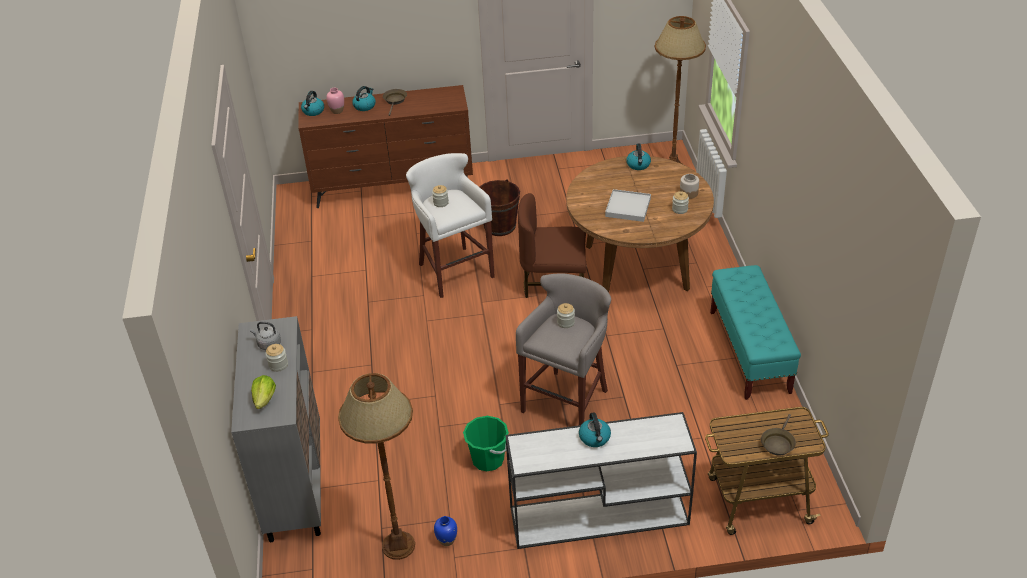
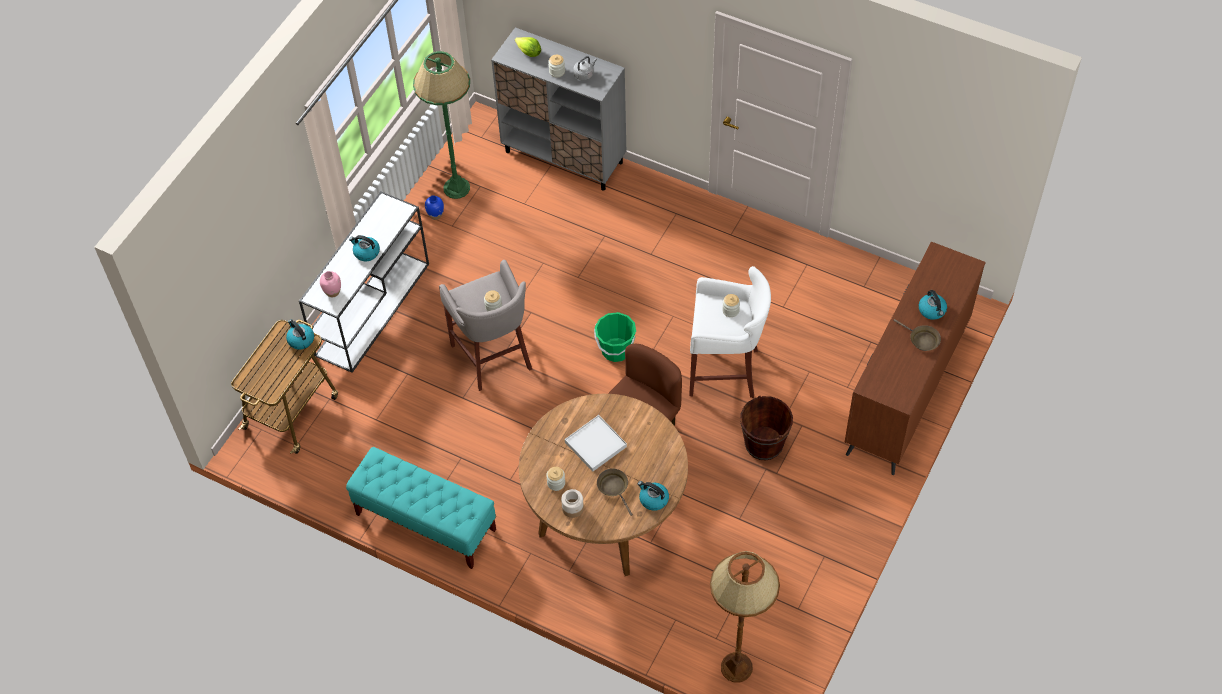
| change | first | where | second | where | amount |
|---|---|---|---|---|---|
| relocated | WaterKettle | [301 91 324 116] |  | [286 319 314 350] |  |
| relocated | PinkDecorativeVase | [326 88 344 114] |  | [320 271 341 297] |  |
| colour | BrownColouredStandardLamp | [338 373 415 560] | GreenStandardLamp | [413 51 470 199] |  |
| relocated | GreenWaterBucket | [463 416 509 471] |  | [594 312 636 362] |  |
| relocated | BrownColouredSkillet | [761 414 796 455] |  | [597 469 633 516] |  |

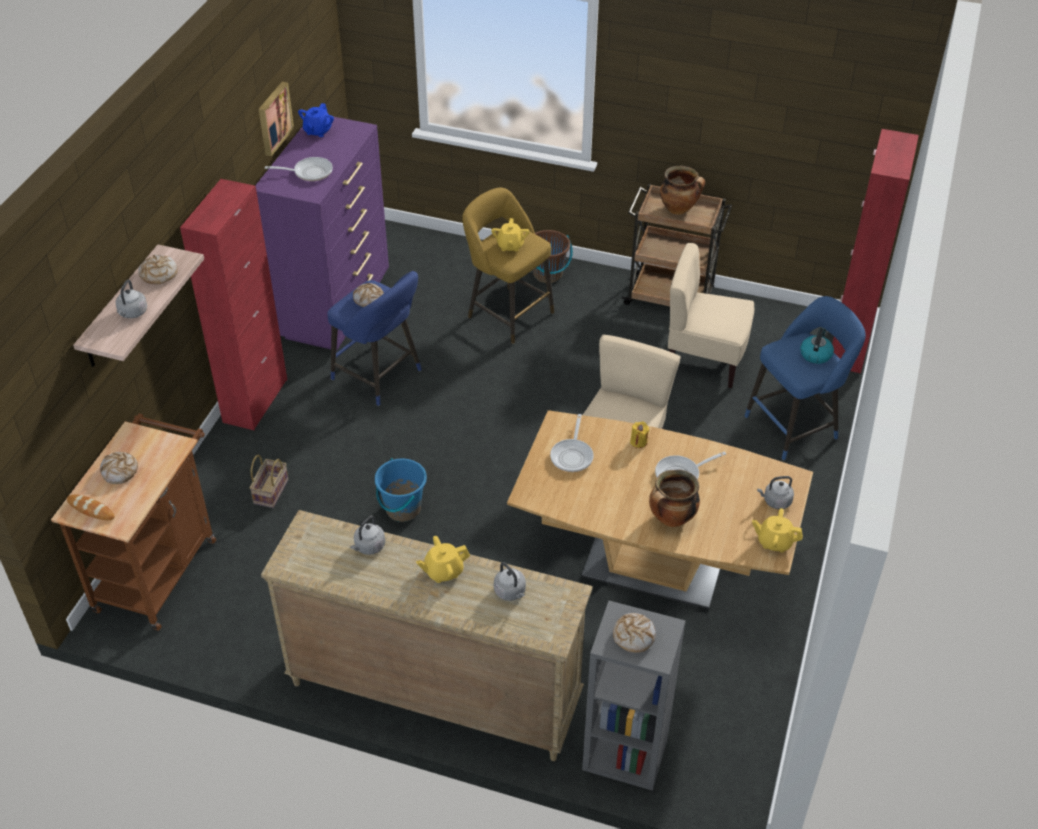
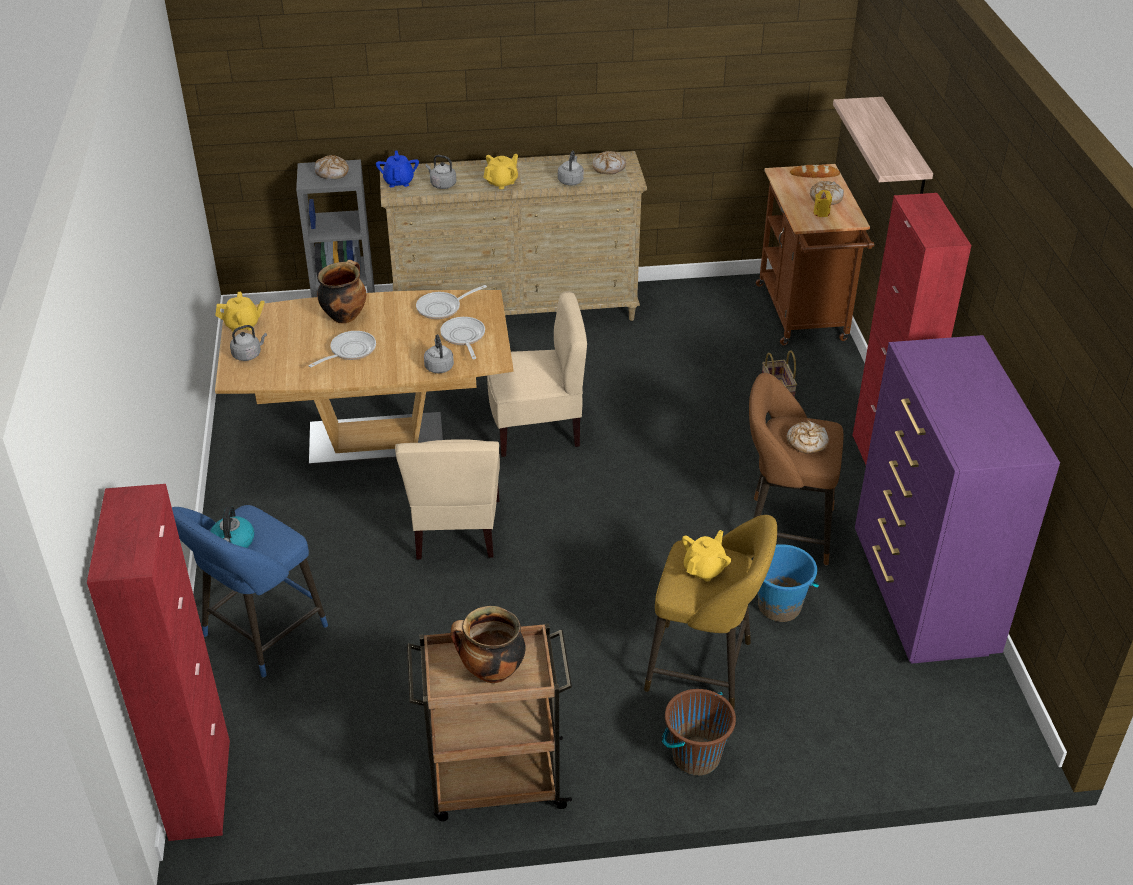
| change | first | where | second | where | amount |
|---|---|---|---|---|---|
| relocated | BlueTeaPot | [298 103 334 137] |  | [376 151 419 187] |  |
| relocated | Skillet | [265 157 333 181] |  | [416 285 487 319] |  |
| relocated | GreyWaterKettle | [116 280 147 318] |  | [424 334 454 373] |  |
| relocated | BeigeColouredChair | [668 243 754 388] |  | [487 291 587 457] |  |
| relocated | BakeryBread | [138 255 178 284] |  | [592 151 626 174] |  |
| spun | YellowColouredTeaPot | [491 218 530 252] |  | [682 530 731 582] | 60 degrees clockwise |
| colour | BlueStoolSeat | [327 271 422 406] | BrownColouredStoolSeat | [749 373 844 566] |  |
| relocated | BlueWaterBucket | [375 458 427 522] |  | [758 544 819 622] |  |
| relocated | YellowColouredCandle | [630 422 649 448] |  | [813 190 832 217] |  |
| missing | Picture | [259 82 294 156] |  |  |  |

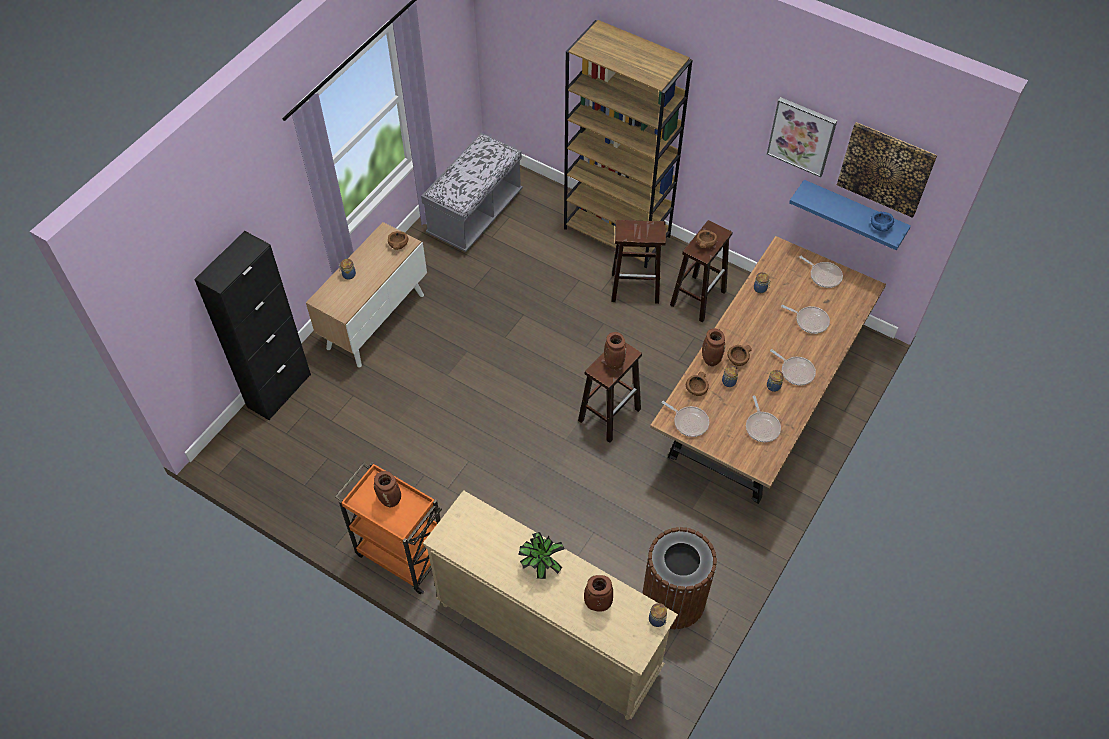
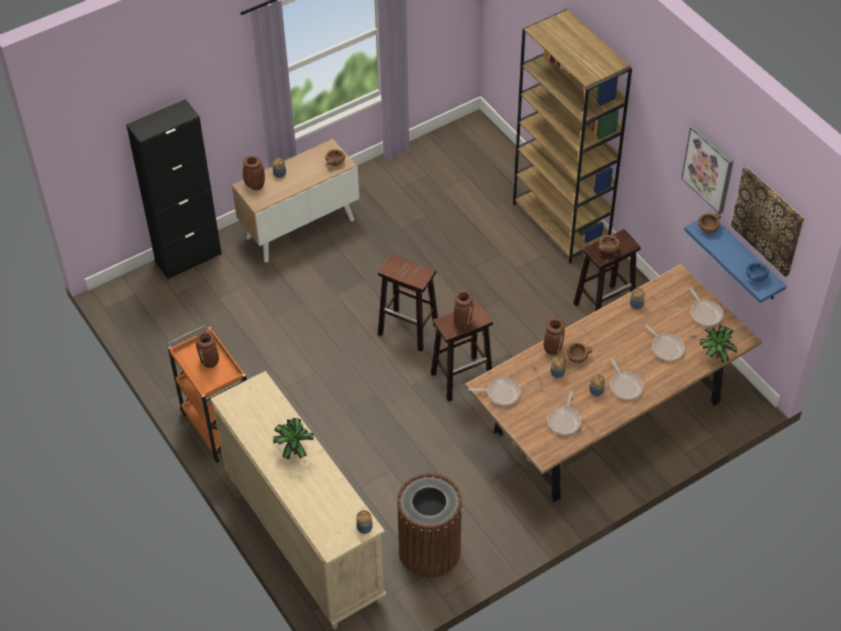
| change | first | where | second | where | amount |
|---|---|---|---|---|---|
| relocated | BrownColouredDecorativeVase | [584 575 613 612] |  | [243 156 265 190] |  |
| relocated | BrownColouredStoolSeat | [611 220 666 304] |  | [378 253 438 352] |  |
| spun | Skillet | [662 401 709 437] |  | [468 377 521 405] | 60 degrees counterclockwise |
| relocated | BrownColouredServingBowl | [686 372 709 396] |  | [698 213 721 233] |  |
| appeared |  |  | PlantInAPot | [700 325 737 363] |  |
| missing | GreyLongSeat | [421 133 523 252] |  |  |  |

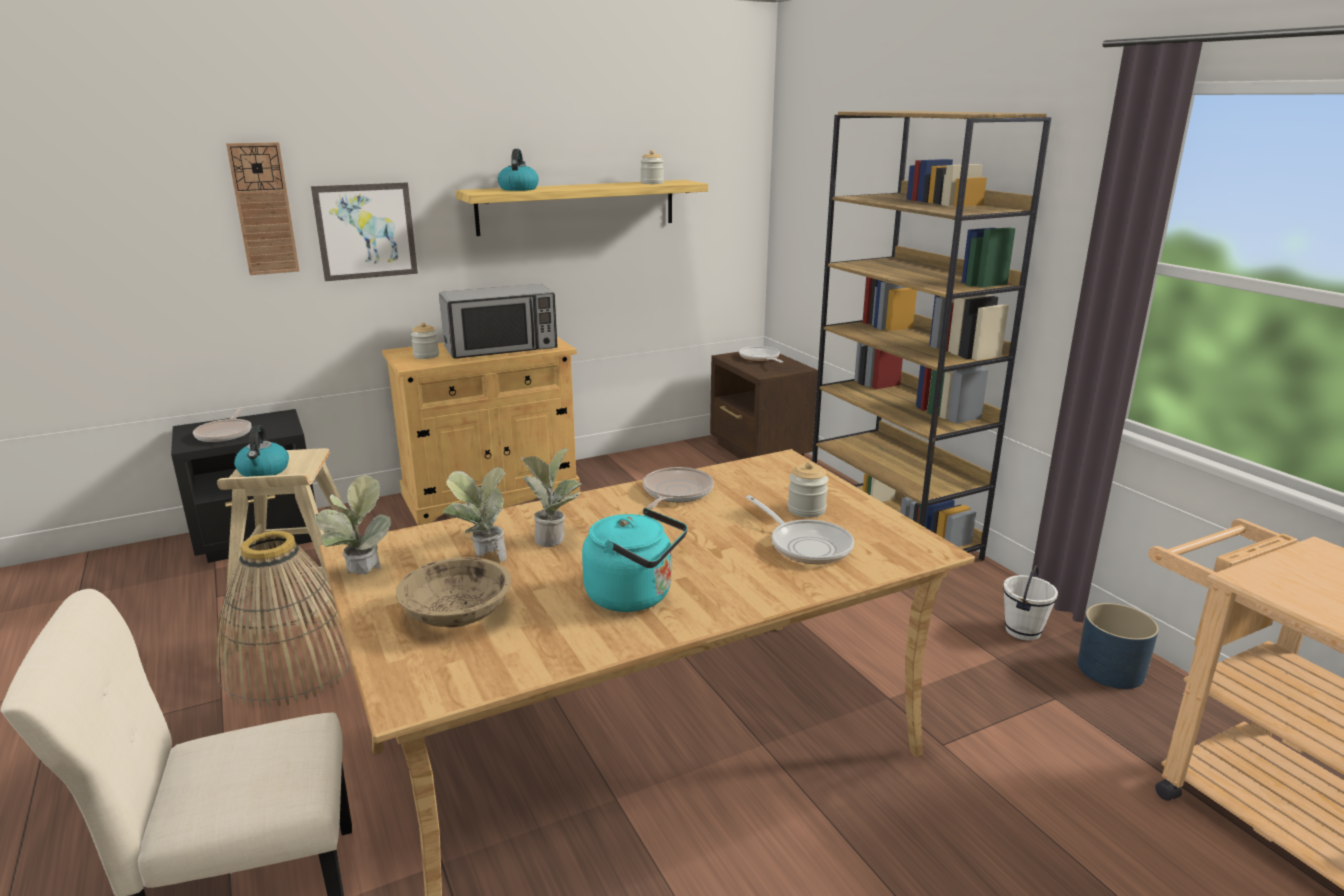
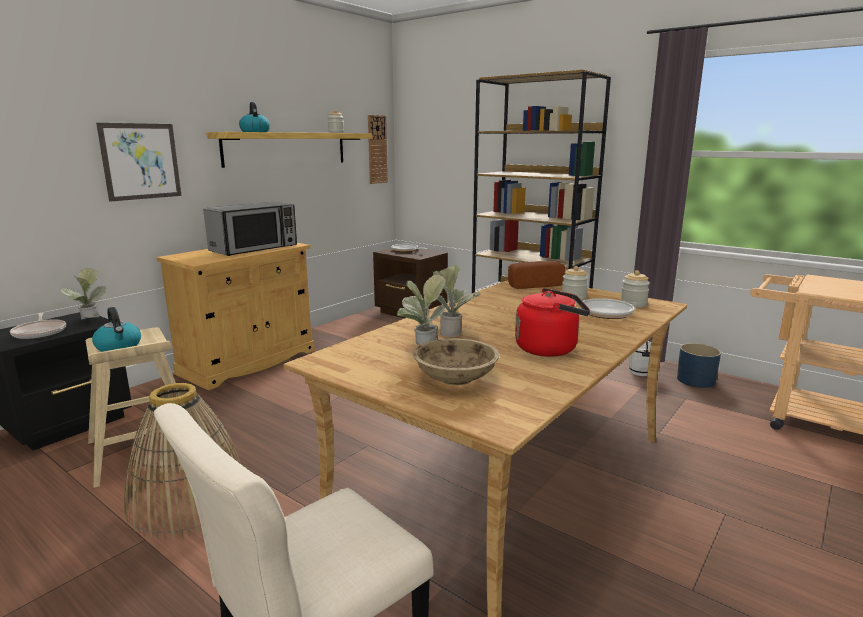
| change | first | where | second | where | amount |
|---|---|---|---|---|---|
| relocated | PlantInAPot | [315 475 391 574] |  | [60 268 106 320] |  |
| relocated | WallClock | [226 142 300 275] |  | [368 115 388 184] |  |
| appeared |  |  | BakeryBread | [508 261 565 289] |  |
| colour | TurquoiseWaterKettle | [582 508 688 612] | RedWaterKettle | [515 288 590 357] |  |
| relocated | Jar | [411 322 439 359] |  | [621 271 650 308] |  |
| missing | Skillet | [643 467 714 509] |  |  |  |

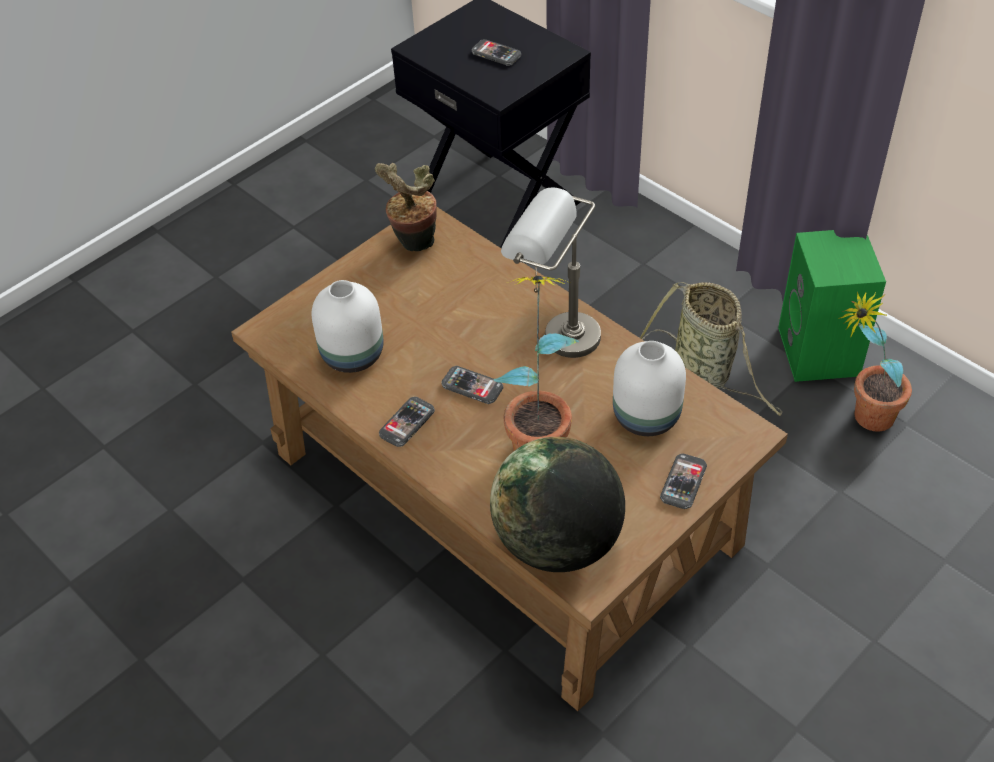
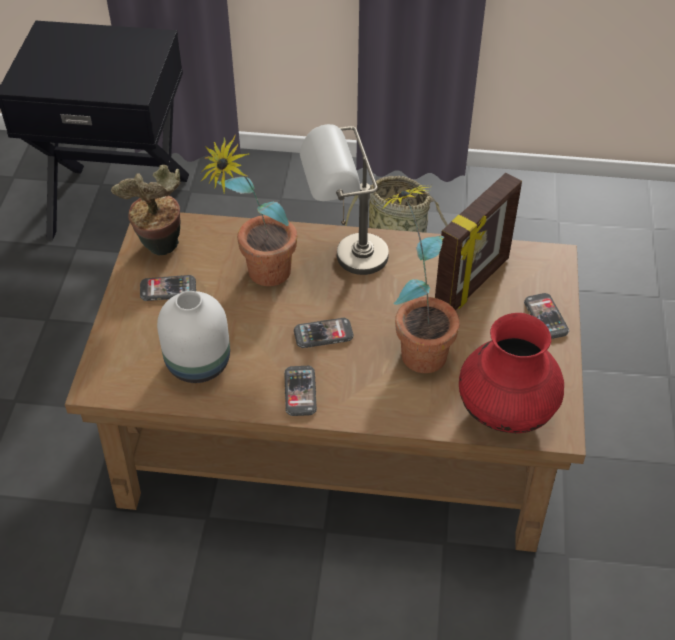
| change | first | where | second | where | amount |
|---|---|---|---|---|---|
| relocated | Handset | [472 39 521 66] |  | [140 275 196 301] |  |
| relocated | PlantInAPot | [838 292 912 432] |  | [200 135 297 286] |  |
| exchanged | WhiteDecorativeVase | [613 341 686 436] | StandingFrame | [435 173 522 310] |  |
| exchanged | DeskGlobe | [490 437 625 572] | RedDecorativeVase | [459 313 564 433] |  |
| missing | GreenSpeaker | [778 230 886 382] |  |  |  |

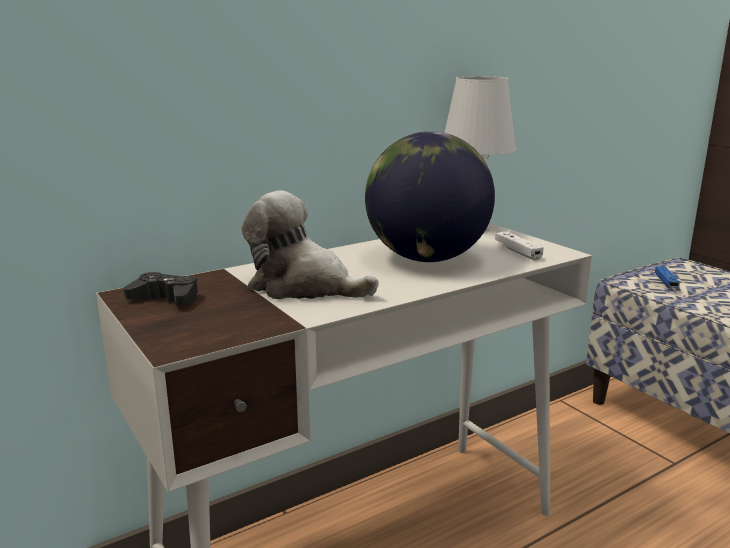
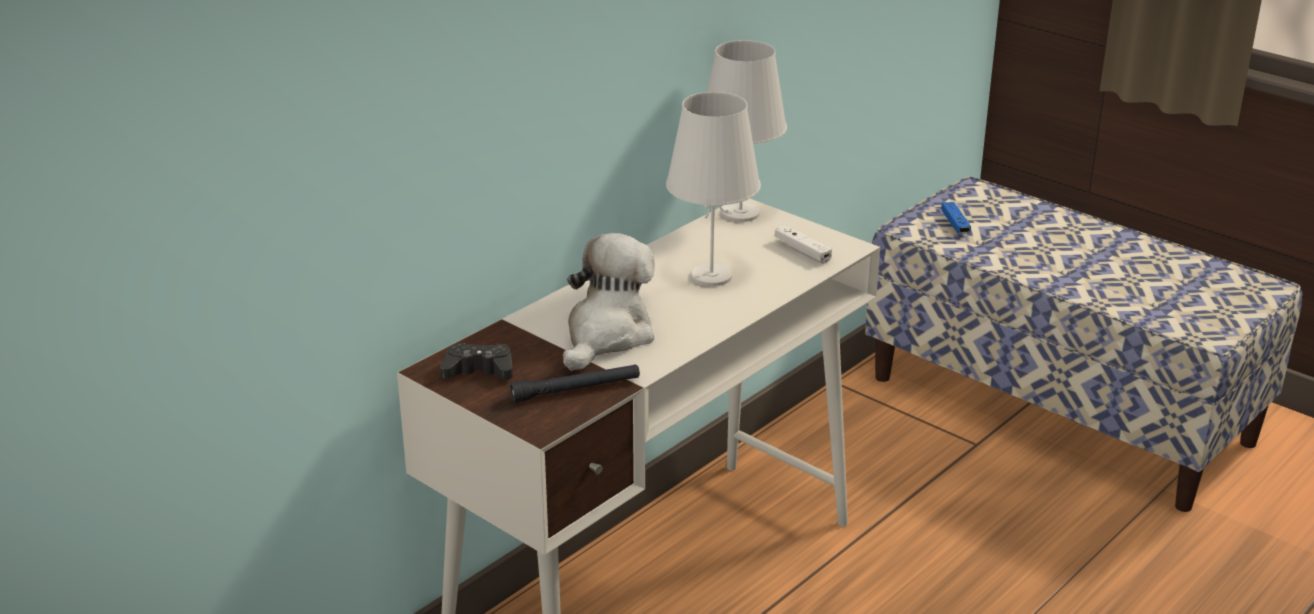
| change | first | where | second | where | amount |
|---|---|---|---|---|---|
| appeared |  |  | BlackishHandTorch | [510 364 640 402] |  |
| spun | PlushToy | [242 190 379 299] |  | [563 233 655 371] | 105 degrees clockwise |
| exchanged | DeskGlobe | [365 131 495 262] | WhiteLampForATable | [666 92 761 286] |  |

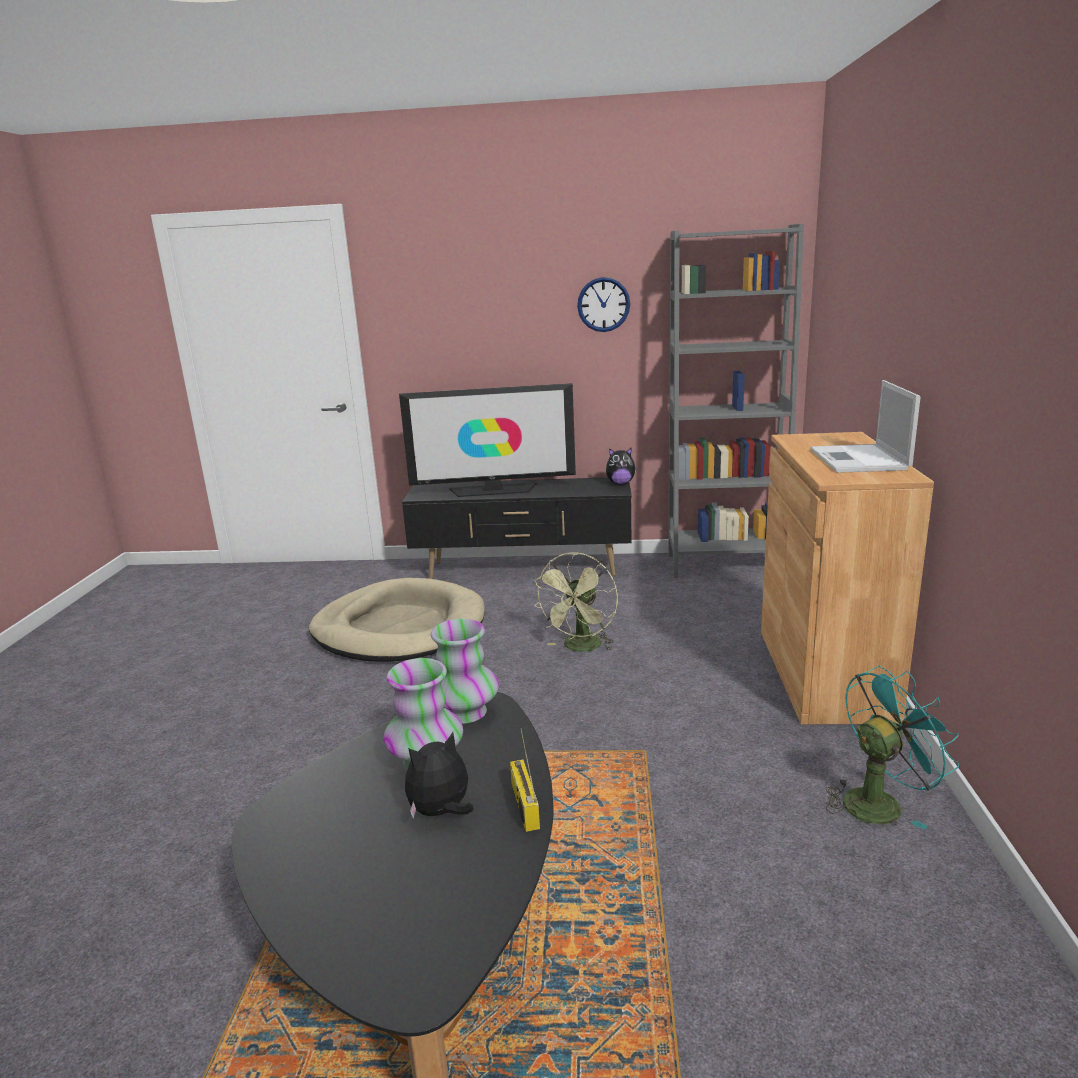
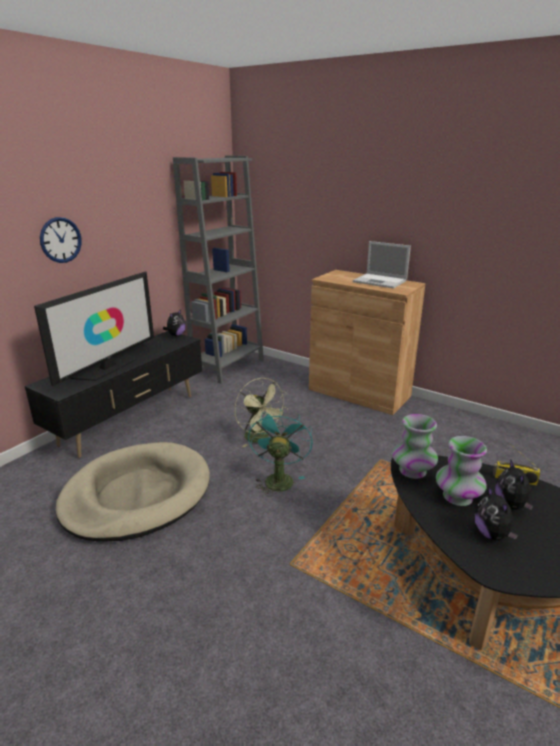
| change | first | where | second | where | amount |
|---|---|---|---|---|---|
| relocated | WallClock | [577 277 630 332] |  | [40 217 82 263] |  |
| relocated | TurquoiseFan | [826 666 959 830] |  | [248 409 313 497] |  |
| appeared |  |  | PlushToy | [475 486 518 540] |  |

